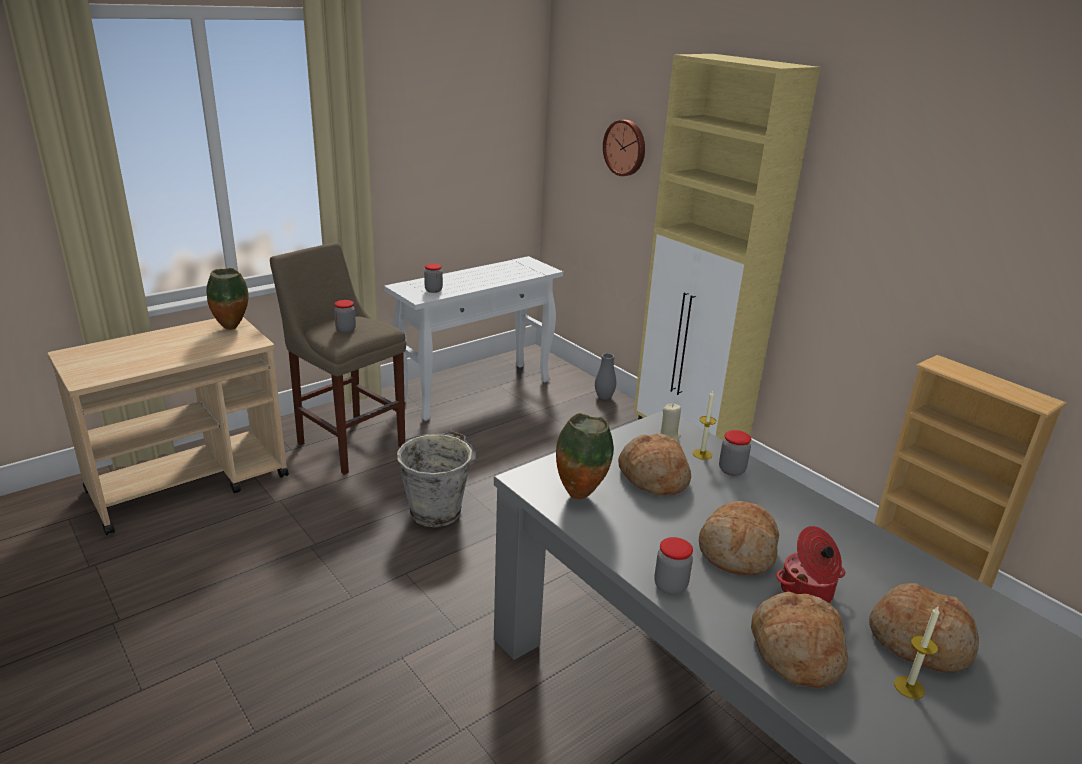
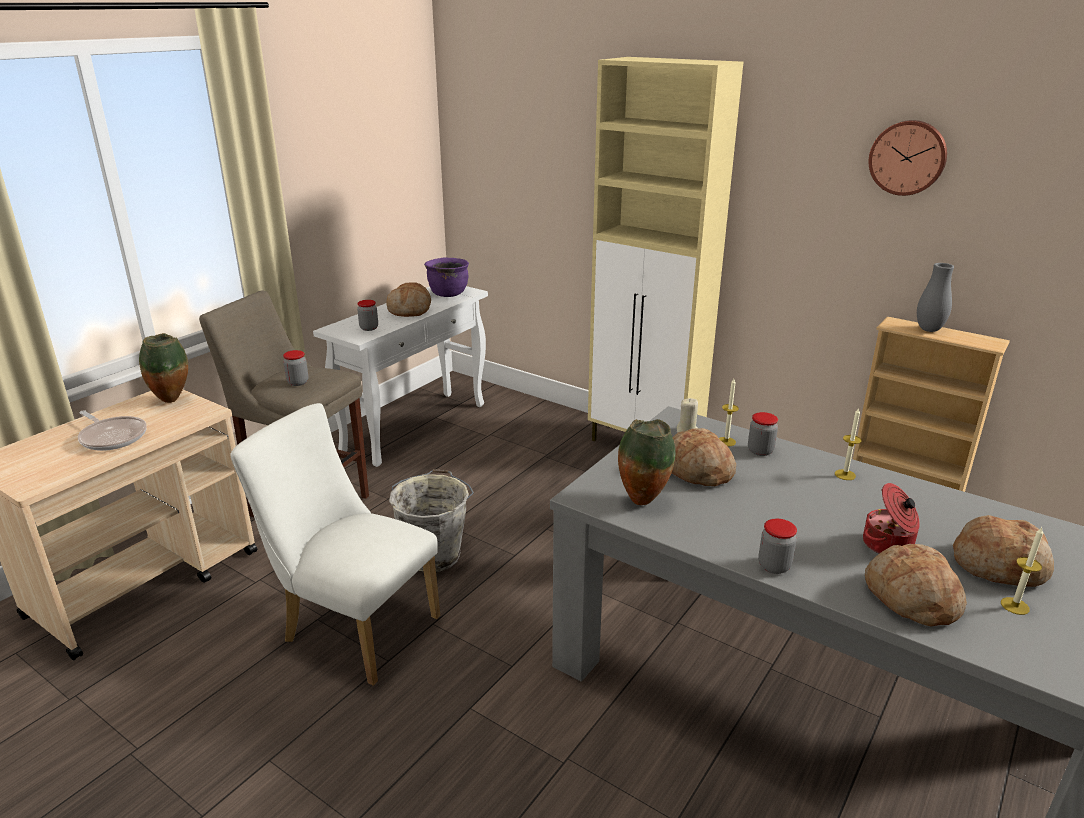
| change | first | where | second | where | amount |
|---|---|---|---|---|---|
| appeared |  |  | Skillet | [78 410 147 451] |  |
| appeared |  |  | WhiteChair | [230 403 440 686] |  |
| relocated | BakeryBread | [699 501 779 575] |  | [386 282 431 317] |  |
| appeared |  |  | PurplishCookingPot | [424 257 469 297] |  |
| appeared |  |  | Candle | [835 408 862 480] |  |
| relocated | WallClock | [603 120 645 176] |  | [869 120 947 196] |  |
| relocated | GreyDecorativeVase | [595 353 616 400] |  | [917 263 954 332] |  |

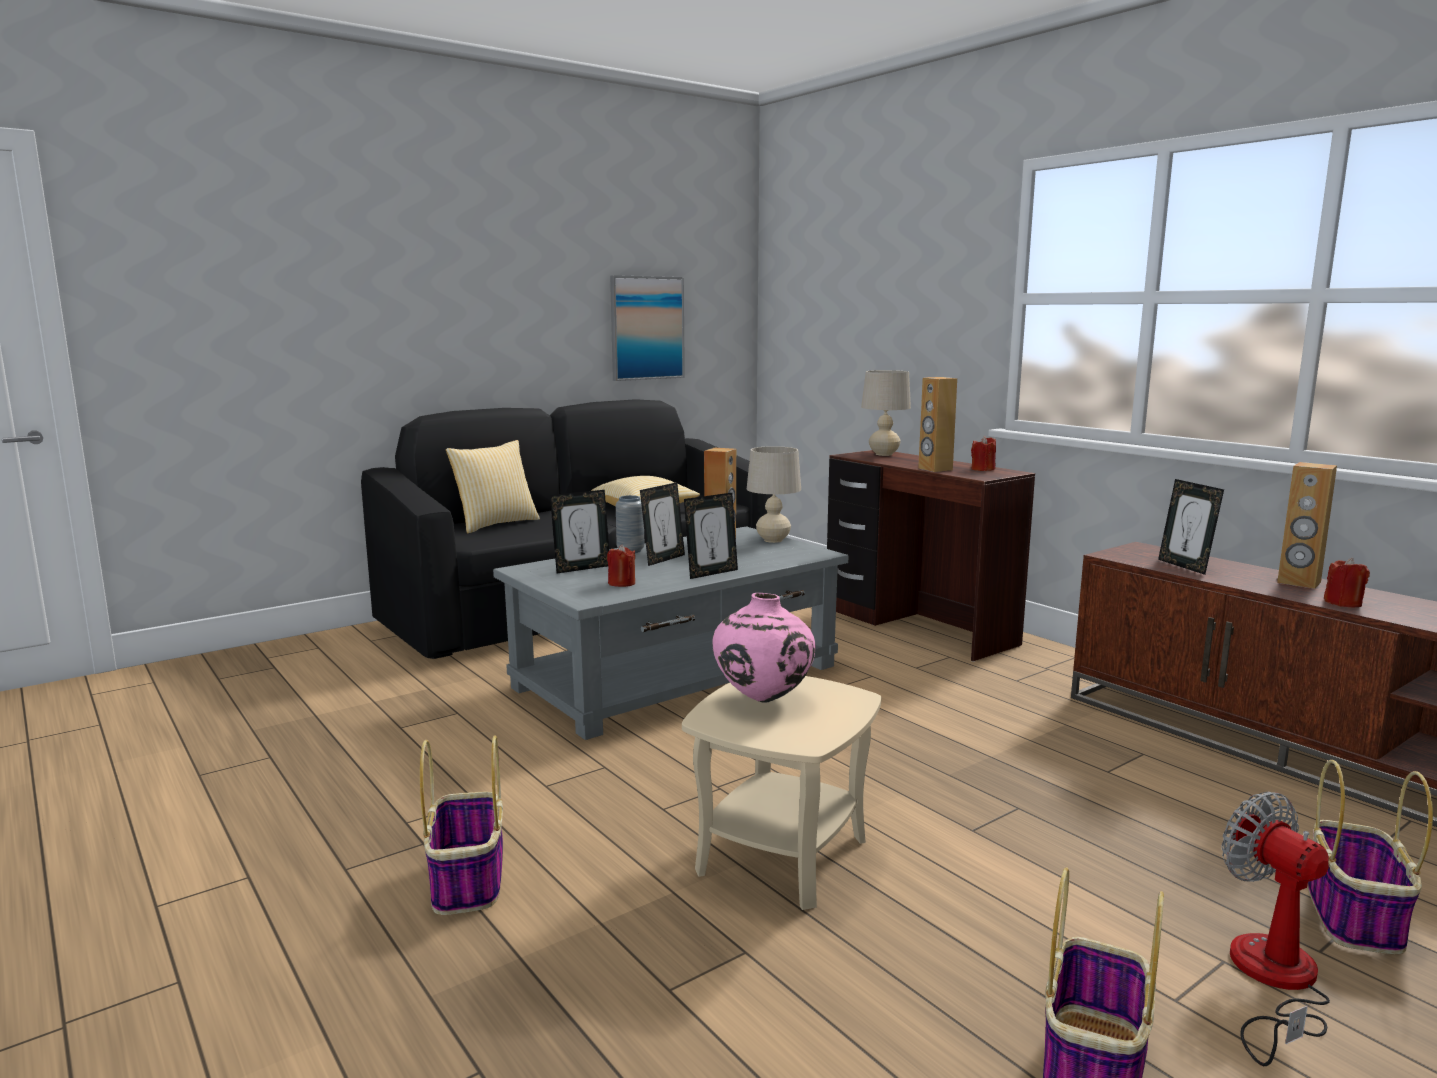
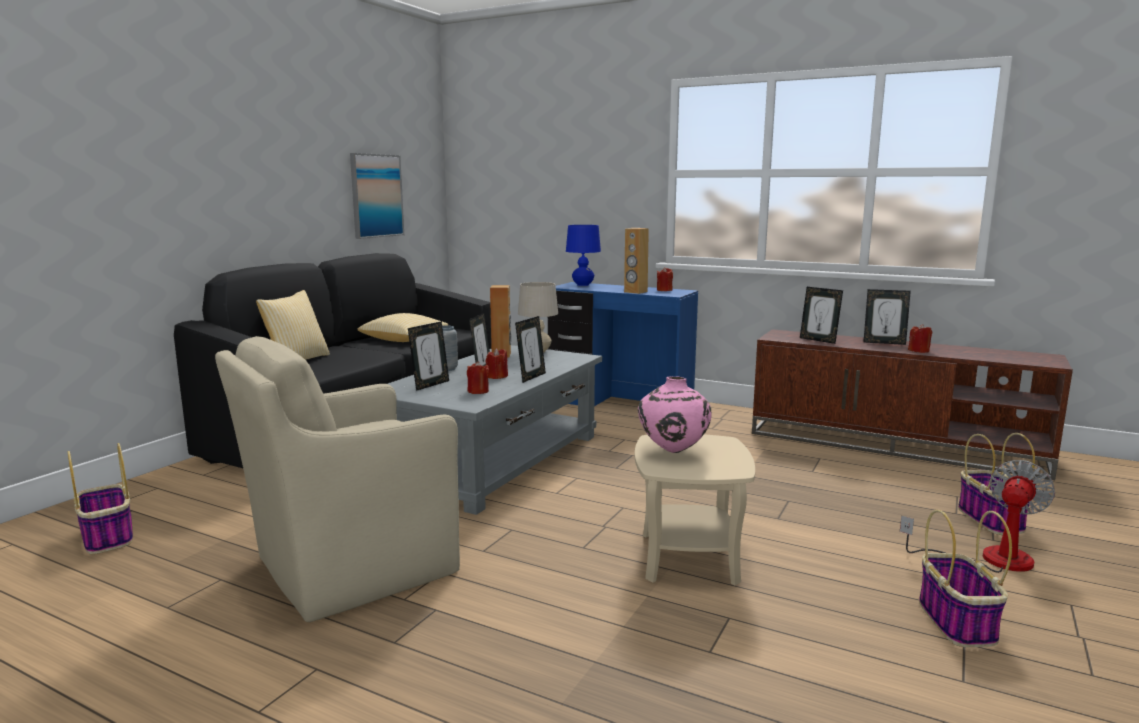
| change | first | where | second | where | amount |
|---|---|---|---|---|---|
| relocated | Basket | [420 735 503 915] |  | [68 443 133 554] |  |
| appeared |  |  | BeigeColouredEasyChair | [215 336 460 622] |  |
| appeared |  |  | RedCandle | [486 348 508 379] |  |
| colour | BrownColouredDesk | [827 450 1035 662] | BlueDesk | [548 282 698 406] |  |
| colour | BeigeColouredLampForATable | [861 370 911 456] | BlueLampForATable | [566 225 601 286] |  |
| exchanged | BrownColouredSpeaker | [1277 462 1337 589] | StandingFrame | [863 289 911 345] |  |
| spun | Fan | [1221 792 1330 1066] |  | [900 460 1055 573] | 90 degrees clockwise |

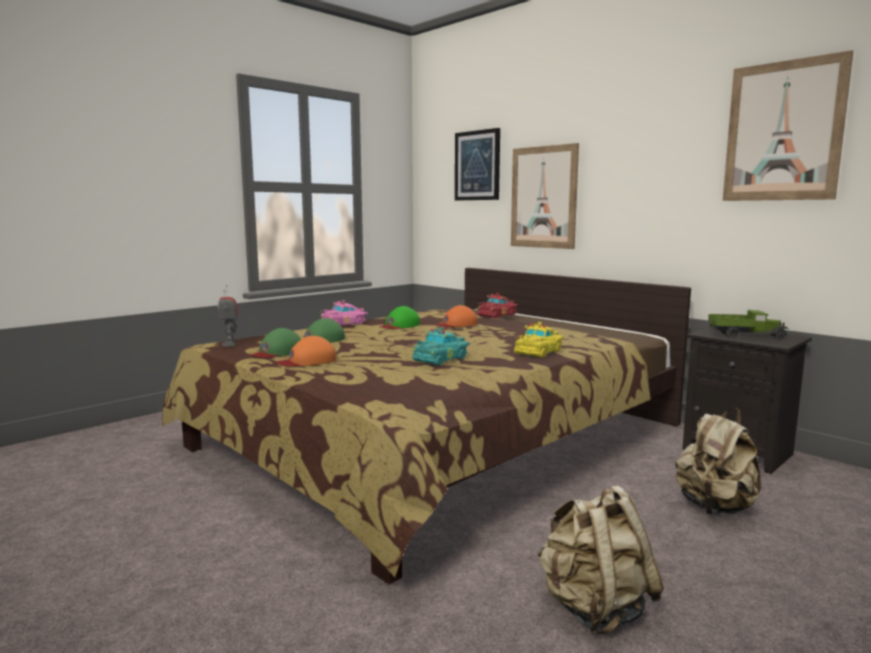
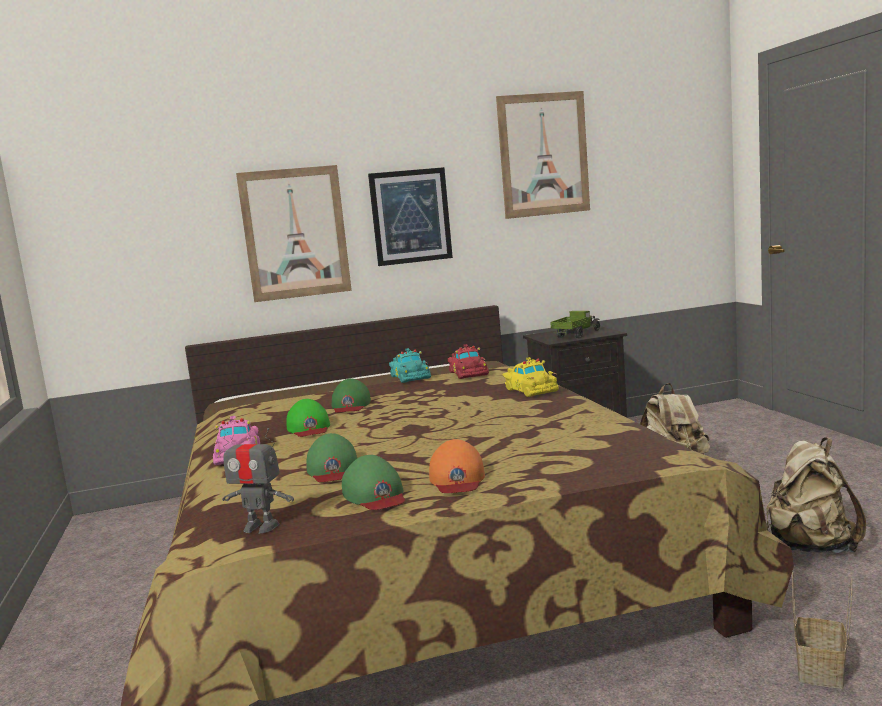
| change | first | where | second | where | amount |
|---|---|---|---|---|---|
| colour | OrangeyBaseballCap | [434 305 478 327] | GreenBaseballCap | [332 378 371 413] |  |
| relocated | Picture | [455 128 500 200] |  | [368 167 453 266] |  |
| relocated | TurquoiseToyCar | [412 327 469 365] |  | [389 348 431 383] |  |
| relocated | RedToyCar | [477 293 518 318] |  | [448 344 489 379] |  |
| appeared |  |  | Basket | [792 572 853 689] |  |

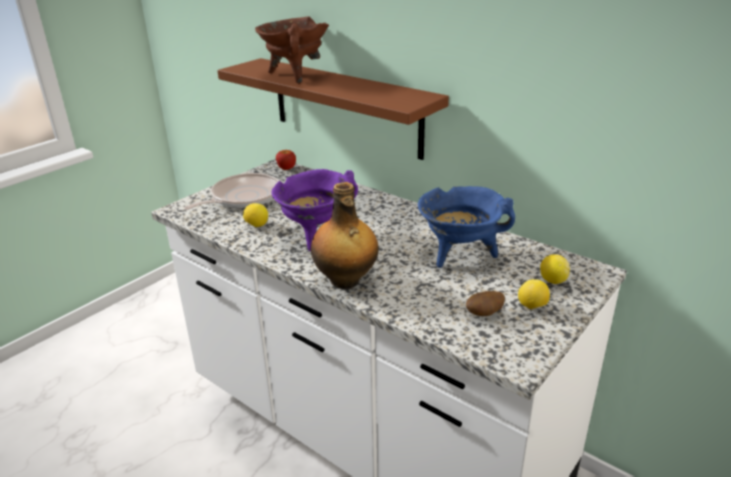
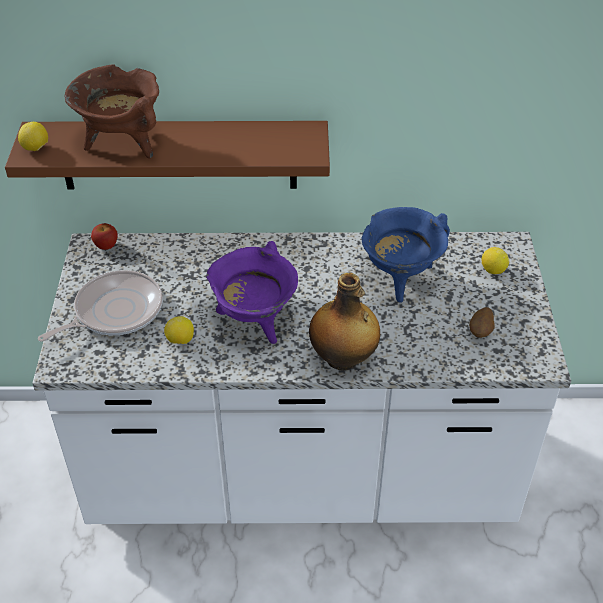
| change | first | where | second | where | amount |
|---|---|---|---|---|---|
| relocated | Lemon | [518 279 550 309] |  | [18 122 48 151] |  |
| spun | Skillet | [184 173 279 210] |  | [38 270 163 342] | 45 degrees clockwise |

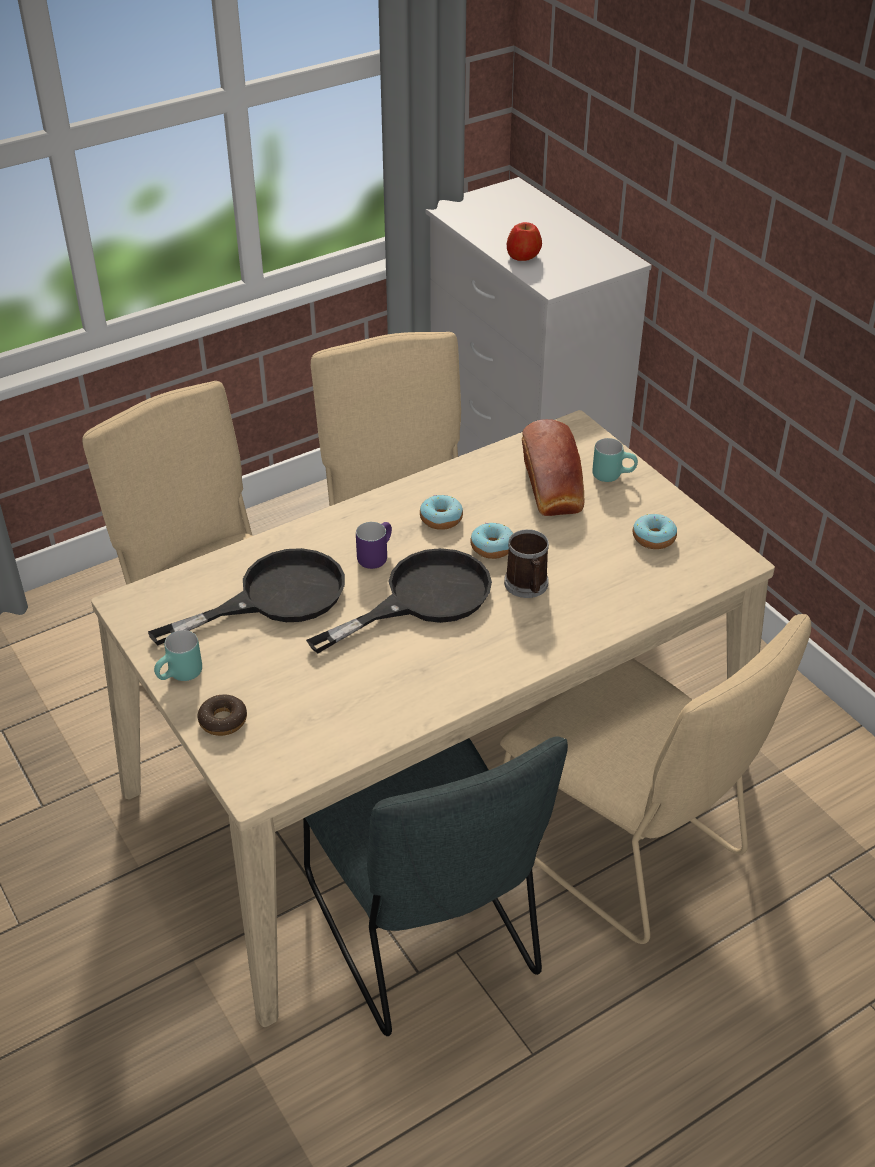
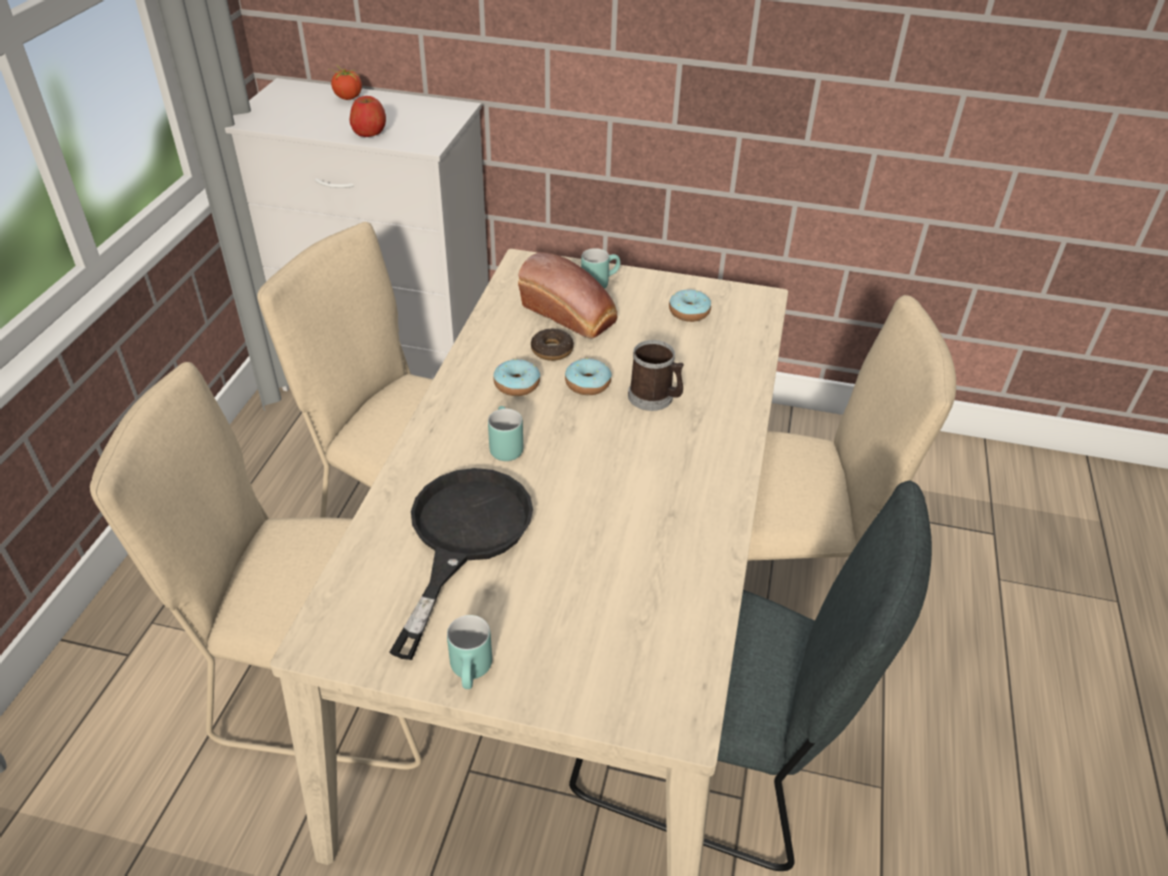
| change | first | where | second | where | amount |
|---|---|---|---|---|---|
| appeared |  |  | Tomato | [328 64 362 100] |  |
| colour | PurplishTeaMug | [356 522 392 569] | TurquoiseTeaMug | [488 406 523 461] |  |
| relocated | Donut | [198 694 247 736] |  | [531 329 574 361] |  |
| missing | BlackishSkillet | [306 548 492 653] |  |  |  |

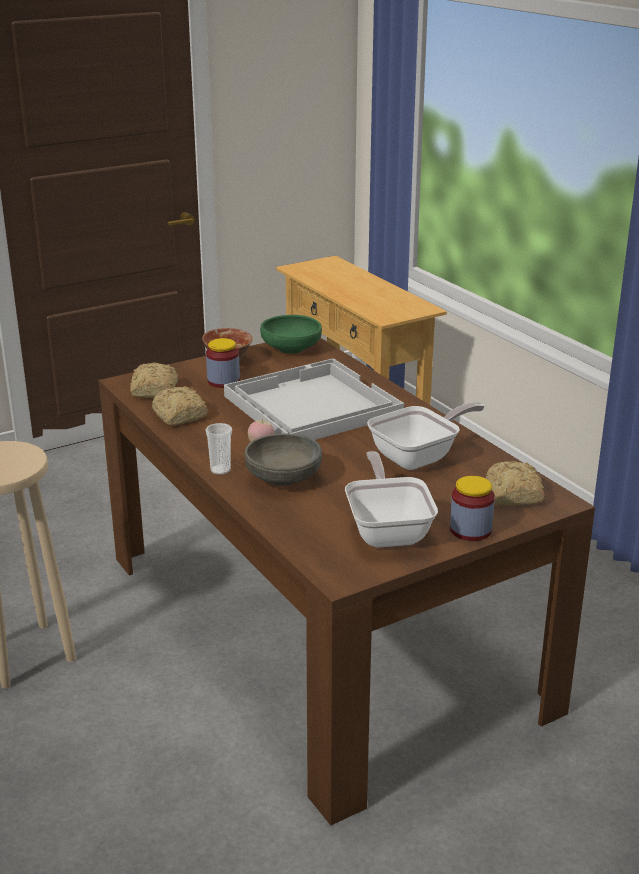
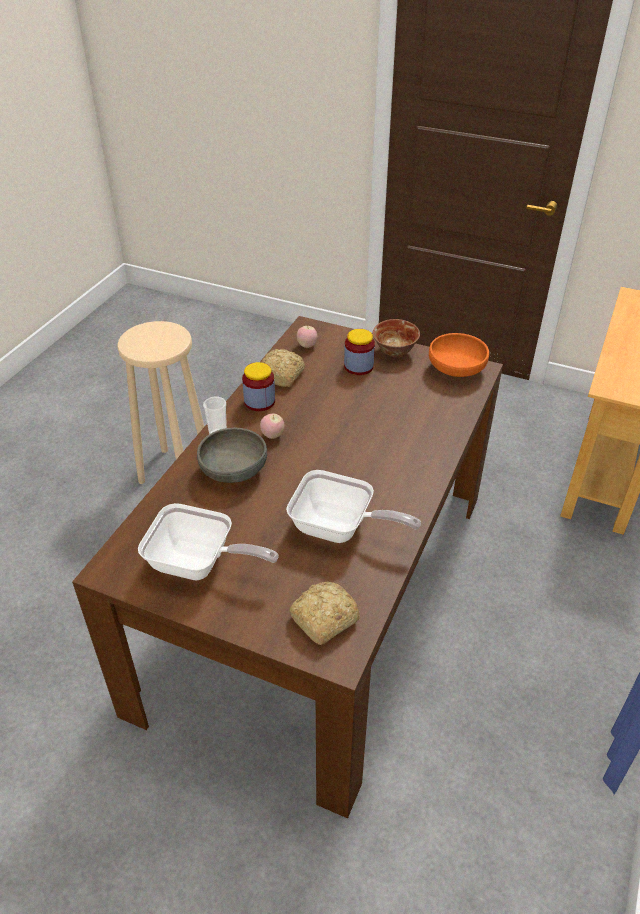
| change | first | where | second | where | amount |
|---|---|---|---|---|---|
| spun | Skillet | [345 451 438 548] |  | [138 503 279 580] | 60 degrees clockwise |
| relocated | Jar | [450 476 495 541] |  | [242 362 275 411] |  |
| exchanged | BakeryBread | [130 363 178 398] | WholeApple | [296 326 317 348] |  |
| colour | GreenServingBowl | [260 315 322 354] | OrangeyServingBowl | [429 333 489 377] |  |
| missing | WhiteServingTray | [224 358 404 440] |  |  |  |

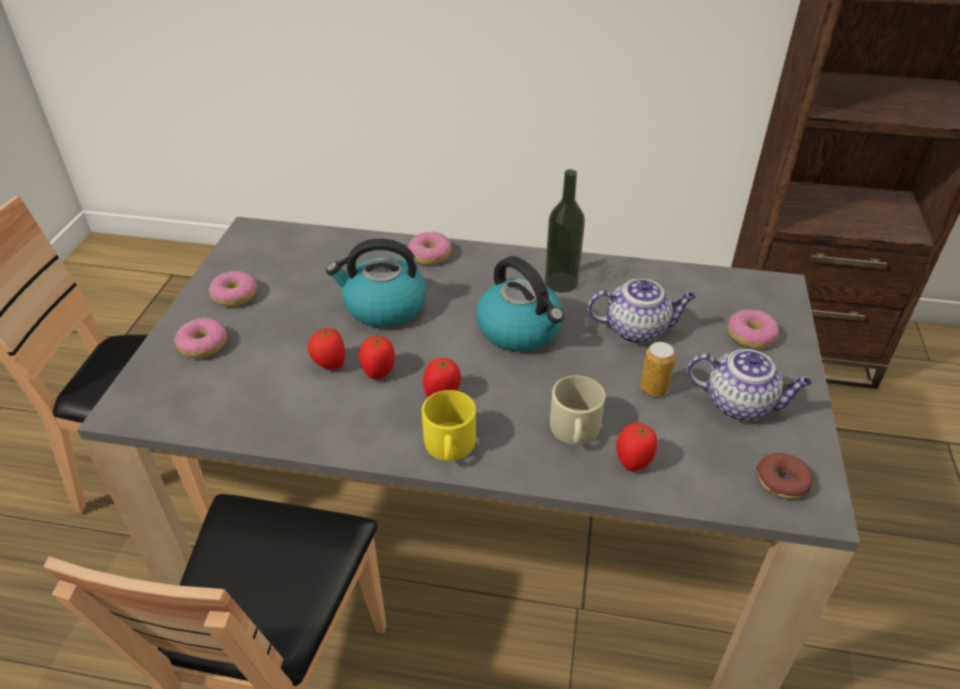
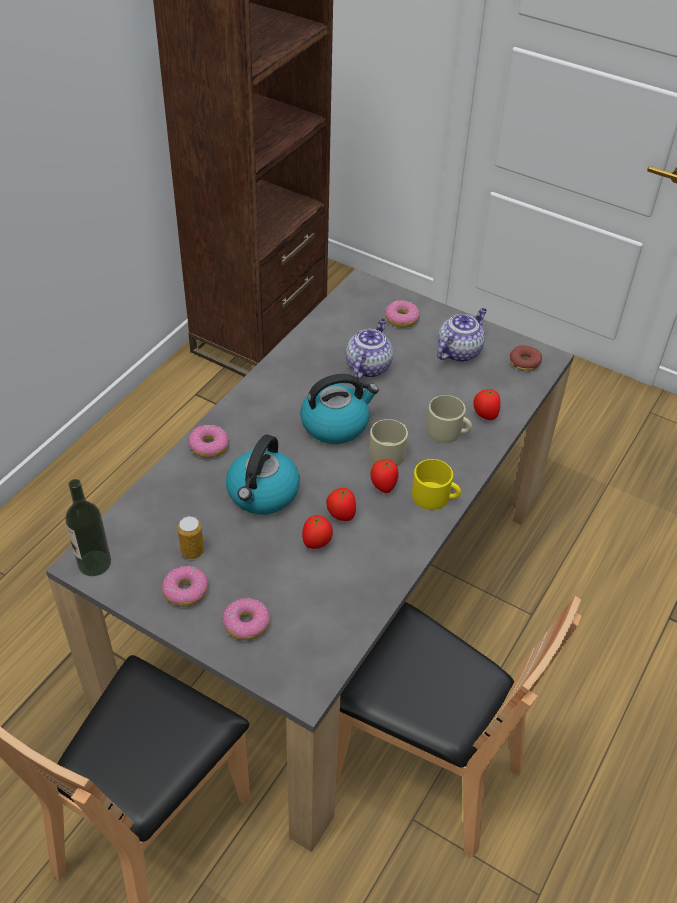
| change | first | where | second | where | amount |
|---|---|---|---|---|---|
| relocated | Bottle | [545 169 585 293] |  | [65 479 111 576] |  |
| relocated | Can | [640 342 676 397] |  | [177 516 204 559] |  |
| appeared |  |  | BeigeColouredTeaMug | [369 419 408 466] |  |

